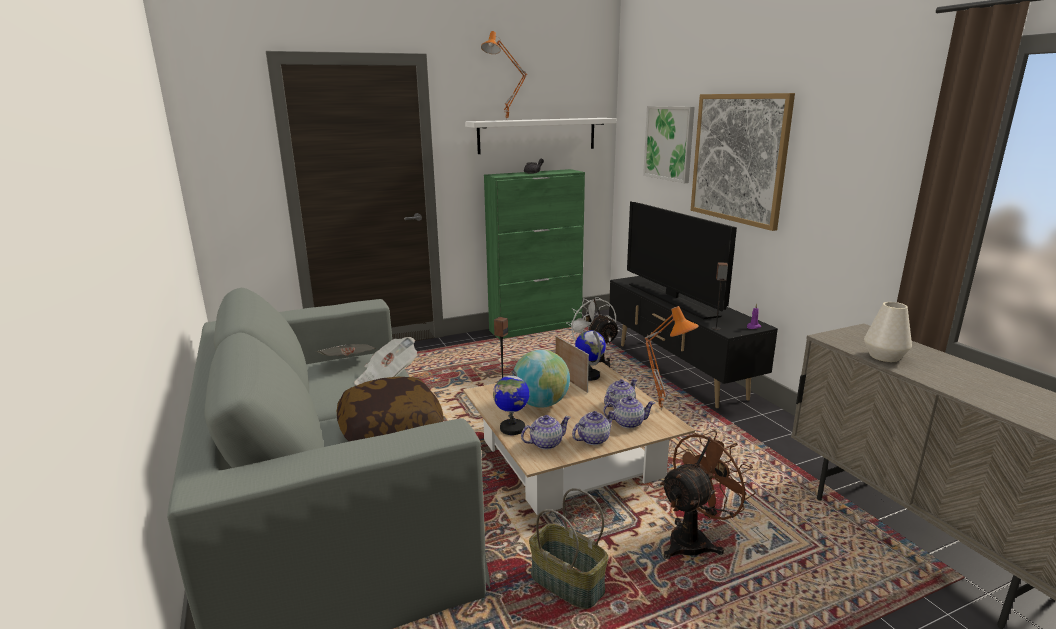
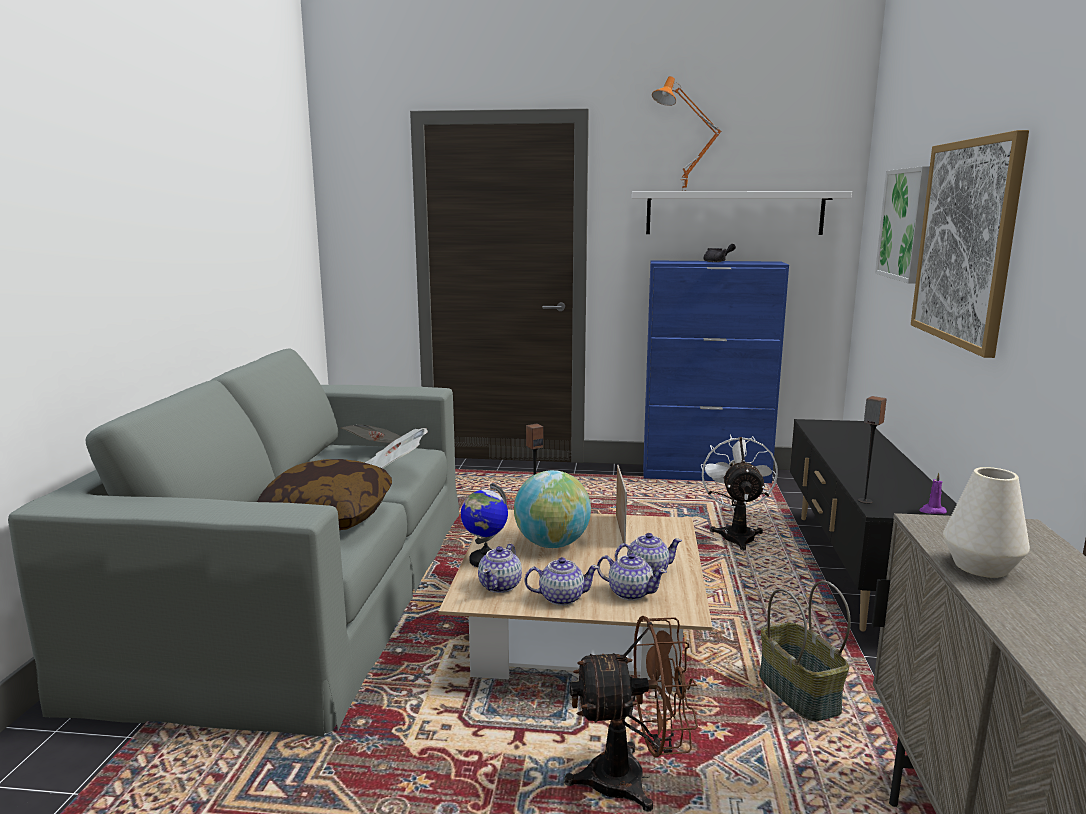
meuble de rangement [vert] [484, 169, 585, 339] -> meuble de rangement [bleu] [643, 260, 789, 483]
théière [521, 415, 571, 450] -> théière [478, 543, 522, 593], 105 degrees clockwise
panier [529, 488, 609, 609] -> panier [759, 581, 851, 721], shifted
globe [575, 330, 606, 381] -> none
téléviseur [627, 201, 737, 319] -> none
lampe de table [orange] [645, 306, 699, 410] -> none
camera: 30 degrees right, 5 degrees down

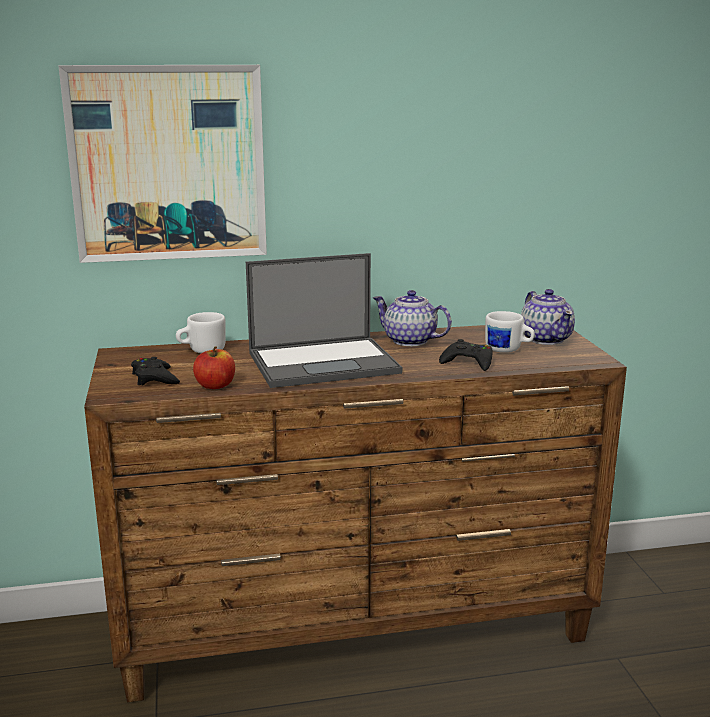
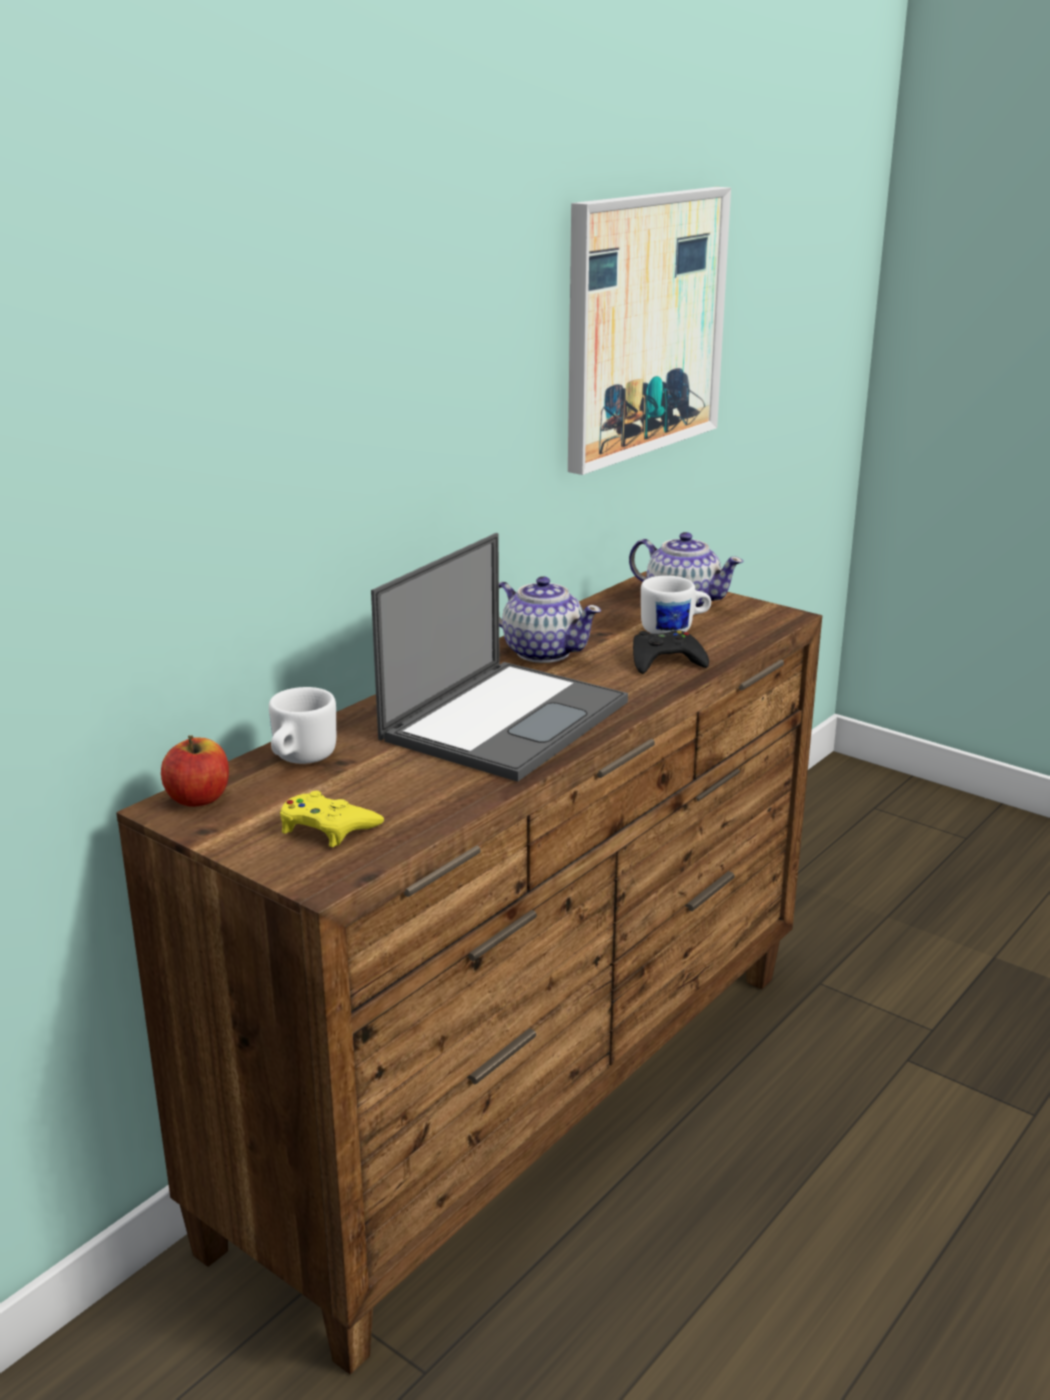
tableau [59, 65, 267, 263] -> tableau [568, 187, 731, 475], shifted
manette [noir] [131, 357, 180, 385] -> manette [jaune] [280, 791, 384, 847]
pomme [193, 347, 235, 389] -> pomme [161, 735, 229, 807], shifted
théière [373, 290, 452, 346] -> théière [499, 576, 601, 663], 135 degrees counterclockwise
camera: 40 degrees left, 5 degrees up

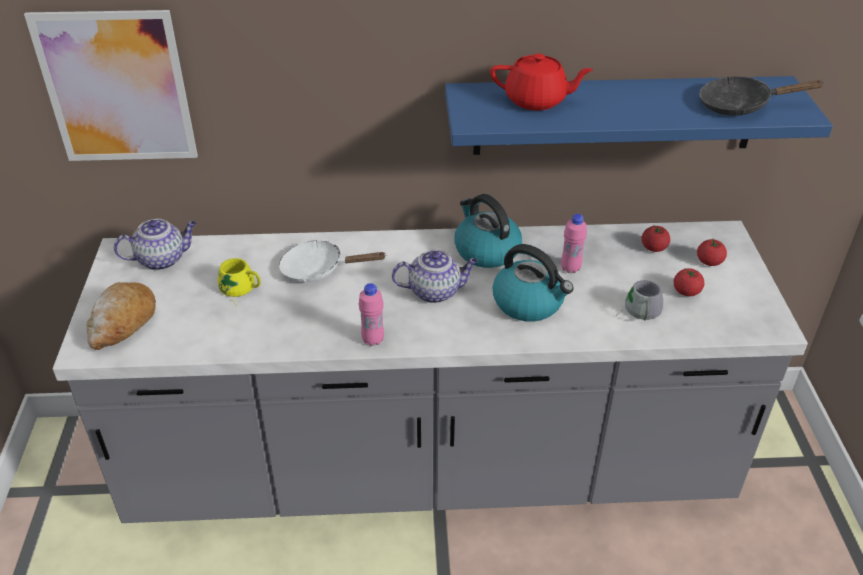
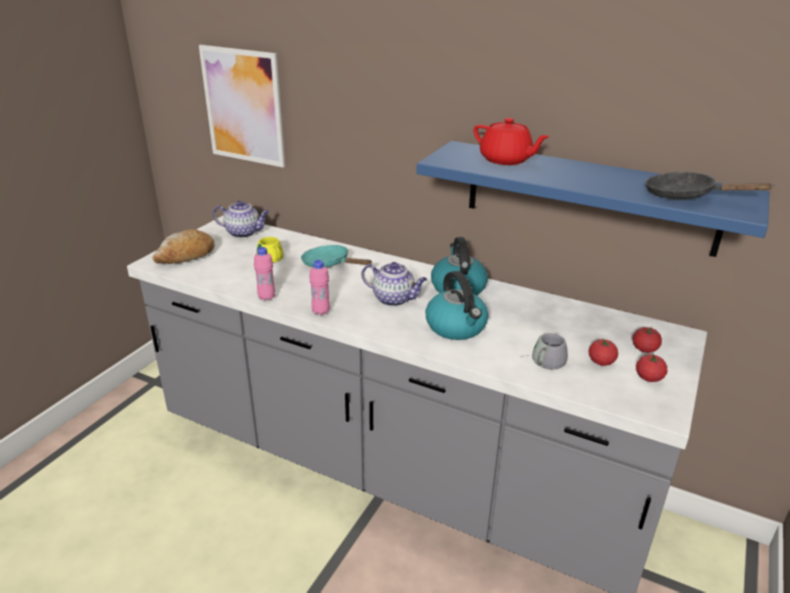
poêle [blanc] [279, 240, 387, 283] -> poêle [turquoise] [301, 245, 372, 267]
bouteille [rose] [561, 214, 587, 273] -> bouteille [rose] [254, 247, 275, 301], shifted
tomate [642, 226, 670, 252] -> tomate [636, 354, 667, 382], shifted
camera: 30 degrees right, 10 degrees down

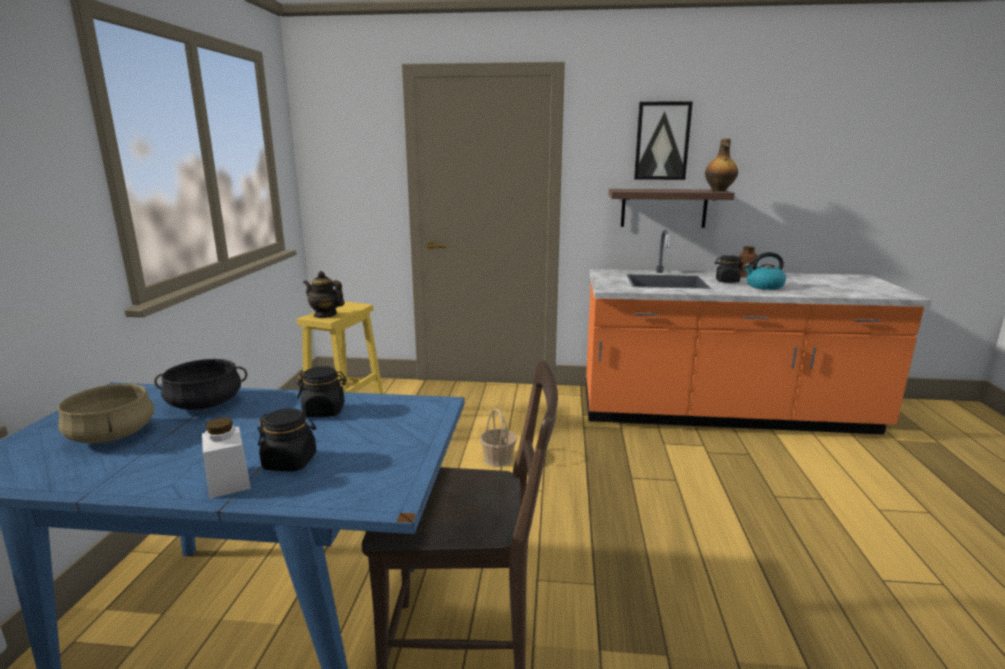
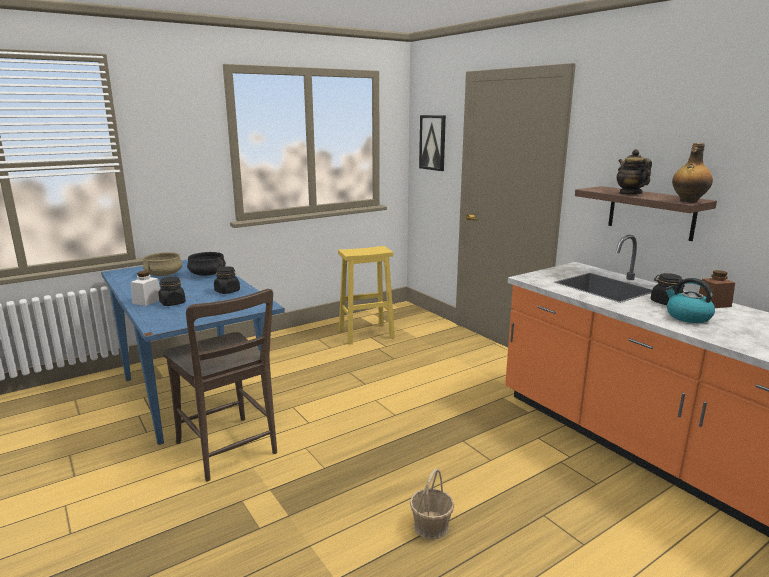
théière [303, 271, 345, 318] -> théière [616, 149, 652, 195], shifted
panier [480, 408, 517, 467] -> panier [410, 468, 454, 539], shifted
tableau [634, 101, 693, 180] -> tableau [419, 115, 446, 171], shifted
camera: 50 degrees right, 0 degrees up

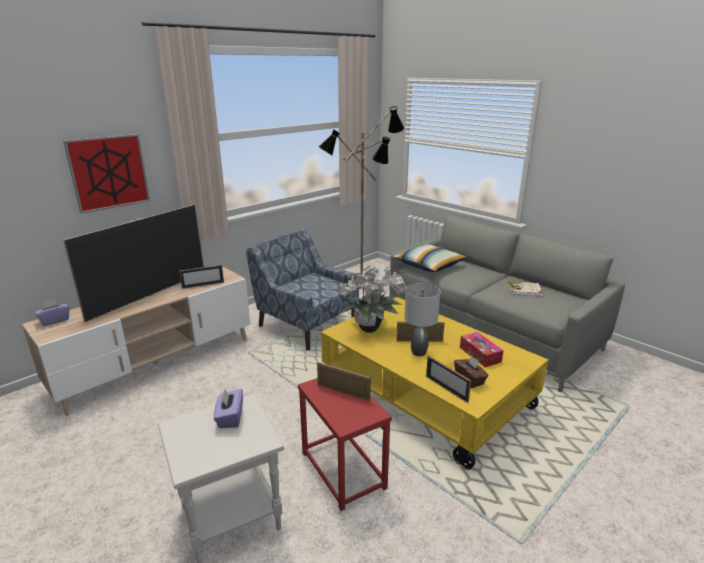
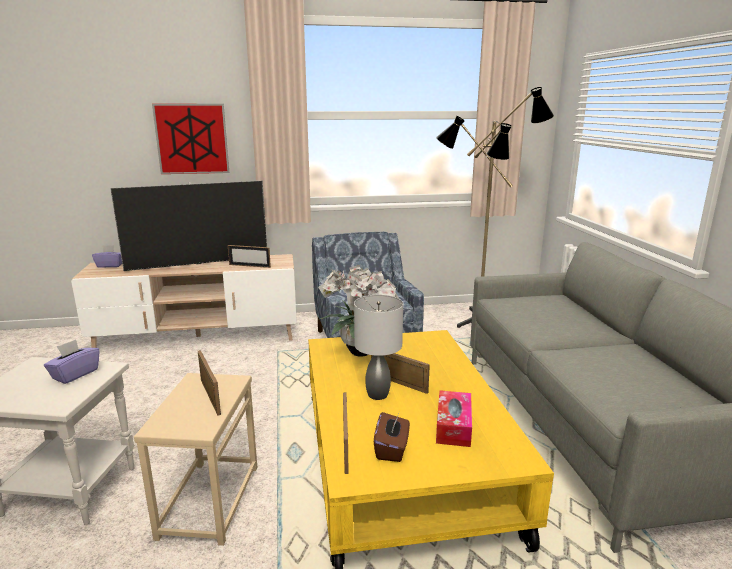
table d'appoint [rouge] [298, 369, 392, 511] -> table d'appoint [beige] [134, 373, 257, 546]
coussin [394, 244, 467, 272] -> none
livre [507, 281, 543, 296] -> none
camera: 35 degrees right, 5 degrees down

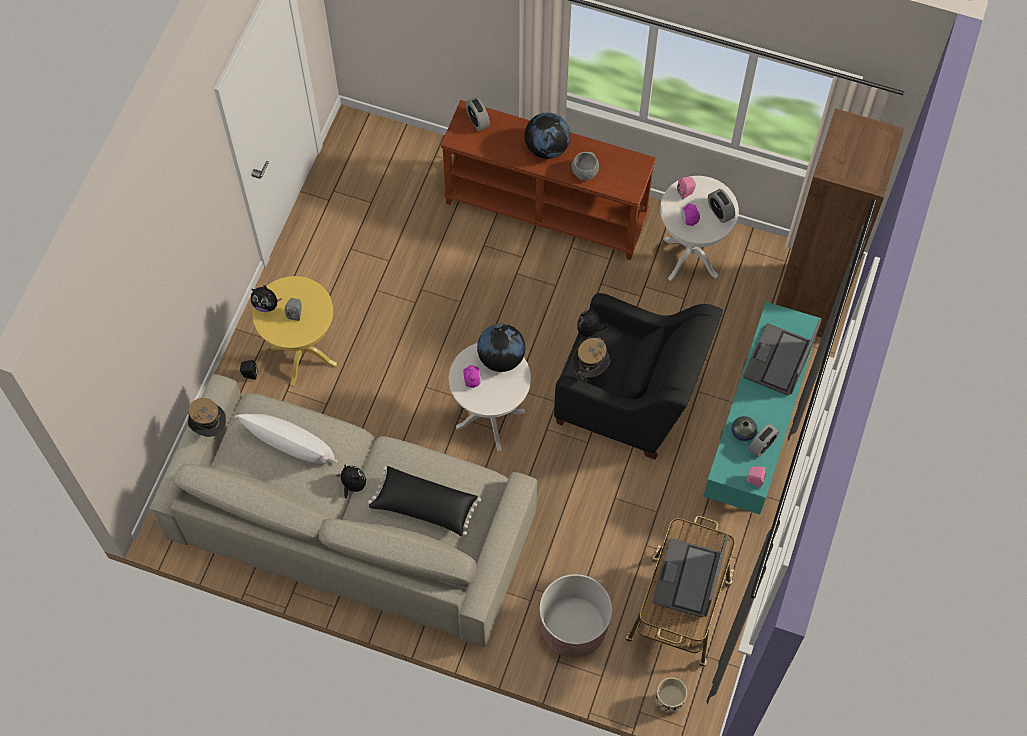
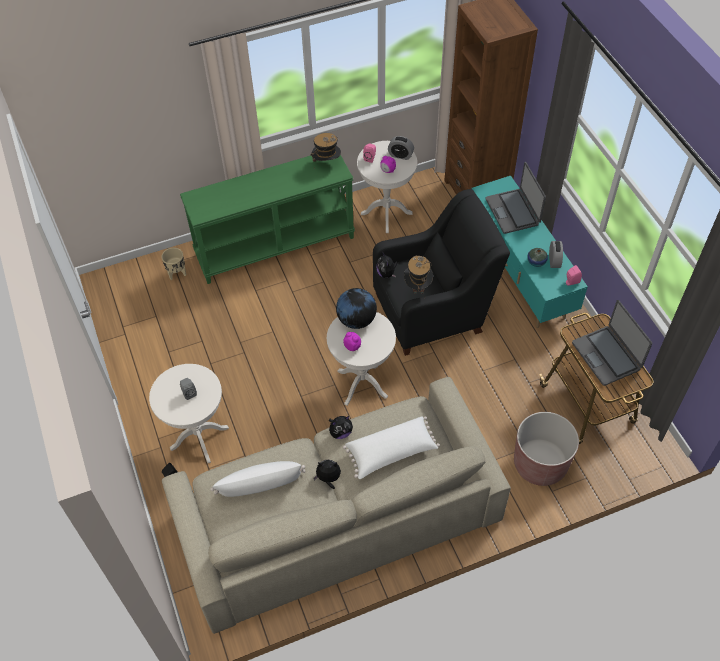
chapeau [188, 398, 226, 437] -> chapeau [310, 133, 341, 169], shifted
peluche [251, 285, 282, 312] -> peluche [329, 416, 353, 439], shifted
table d'appoint [jaune] [252, 276, 337, 387] -> table d'appoint [blanc] [149, 364, 229, 463]
coussin [noir] [368, 466, 481, 536] -> coussin [blanc] [343, 416, 440, 479]
table console [marron] [441, 100, 656, 260] -> table console [vert] [180, 155, 355, 284]
réveil [466, 97, 490, 131] -> none
globe [525, 113, 570, 159] -> none
bol [gris] [572, 152, 599, 180] -> none
cache-pot [beige] [656, 677, 687, 714] -> cache-pot [beige] [161, 248, 186, 280], shifted
camera: 40 degrees left, 10 degrees down

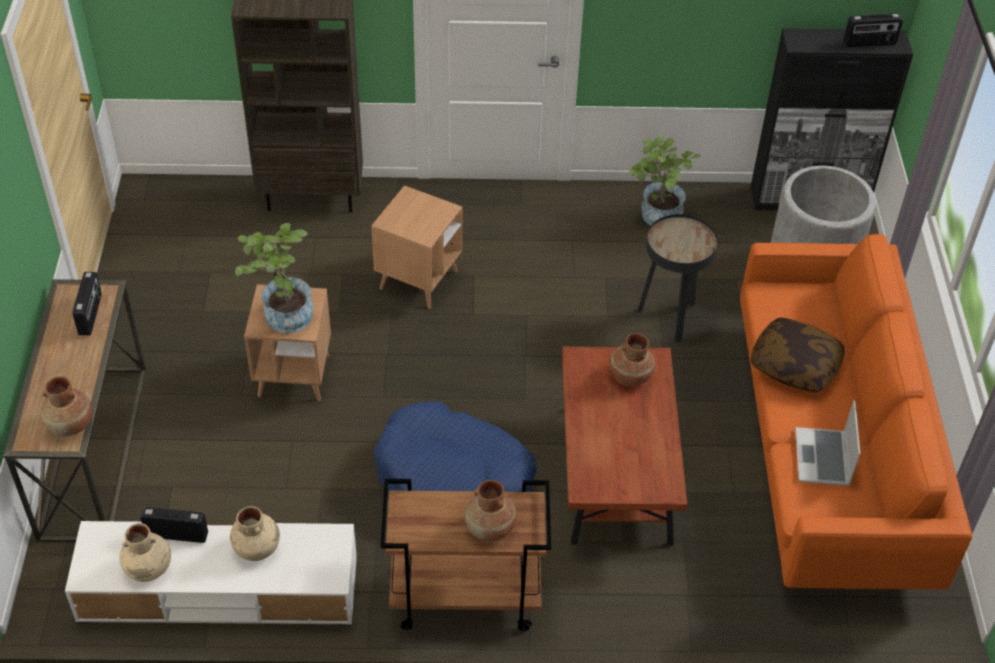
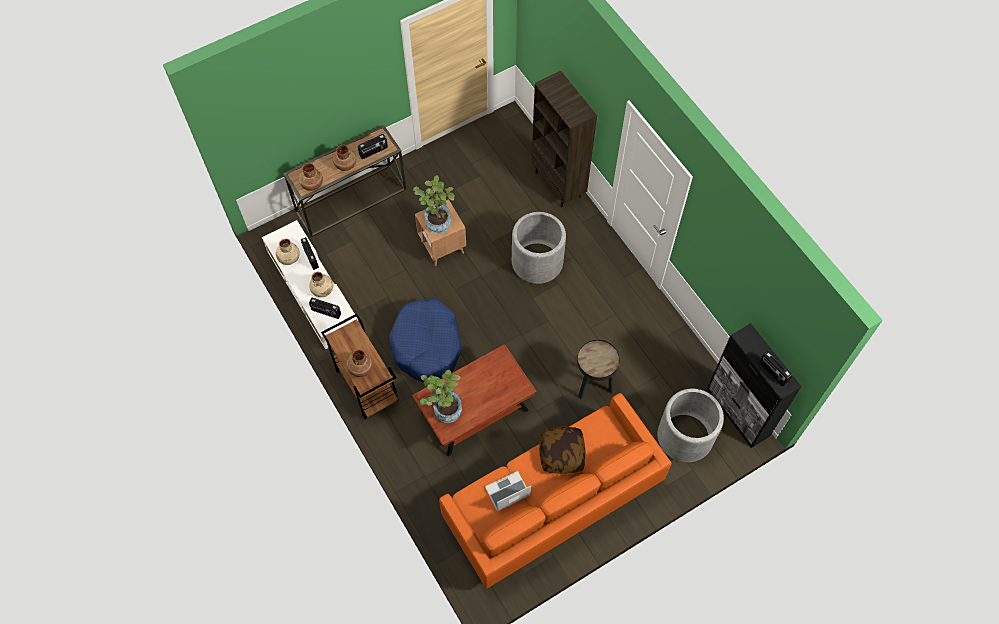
table d'appoint [marron] [371, 185, 462, 309] -> cache-pot [gris] [512, 212, 566, 284]
vase [marron] [609, 333, 655, 386] -> vase [marron] [333, 145, 356, 171], shifted
plante en pot [629, 136, 701, 226] -> plante en pot [420, 370, 462, 423], shifted
none -> radio [309, 298, 341, 319]
camera: 60 degrees right, 15 degrees up

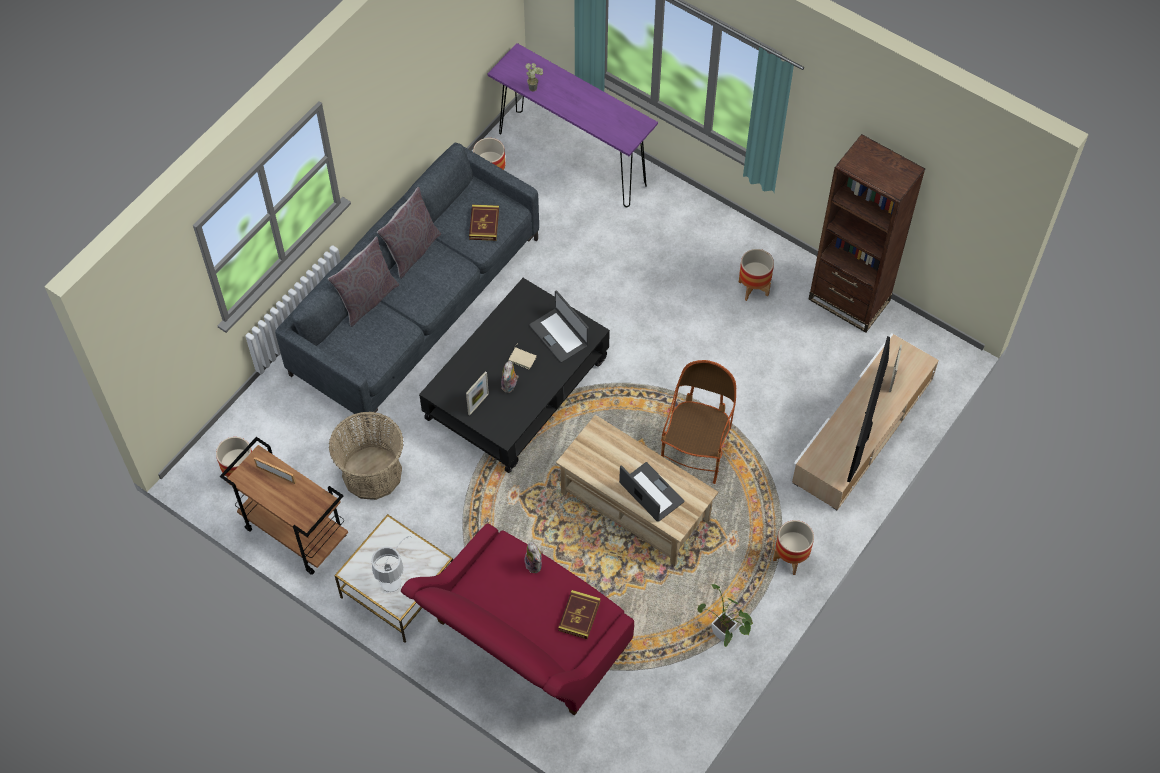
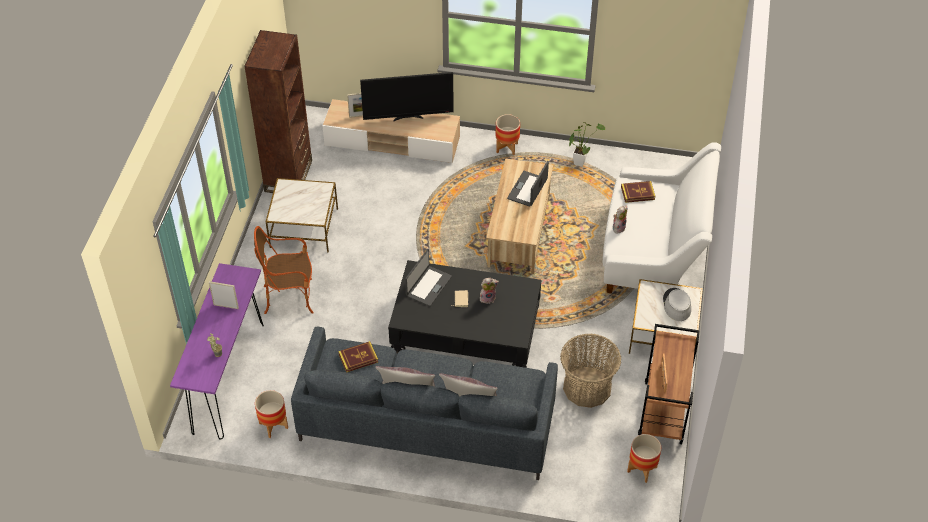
lampe de table [blanc] [371, 536, 412, 592] -> chapeau [gris] [663, 288, 691, 321]
canapé [rouge] [401, 523, 634, 716] -> canapé [blanc] [603, 142, 721, 293]
cadre photo [466, 371, 489, 416] -> cadre photo [209, 281, 239, 309], shifted
fauteuil [661, 360, 736, 484] -> fauteuil [254, 226, 314, 314], shifted
cache-pot [739, 249, 774, 301] -> table d'appoint [266, 178, 338, 253]
camera: 115 degrees left, 10 degrees down

